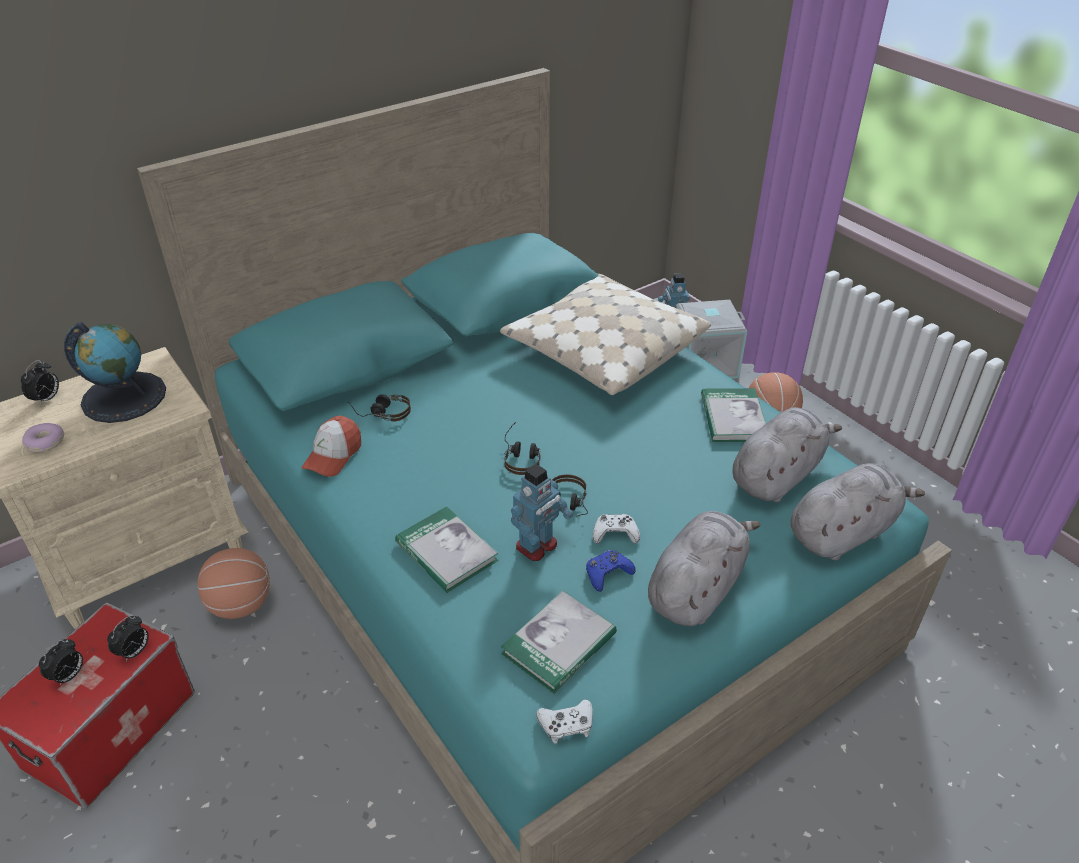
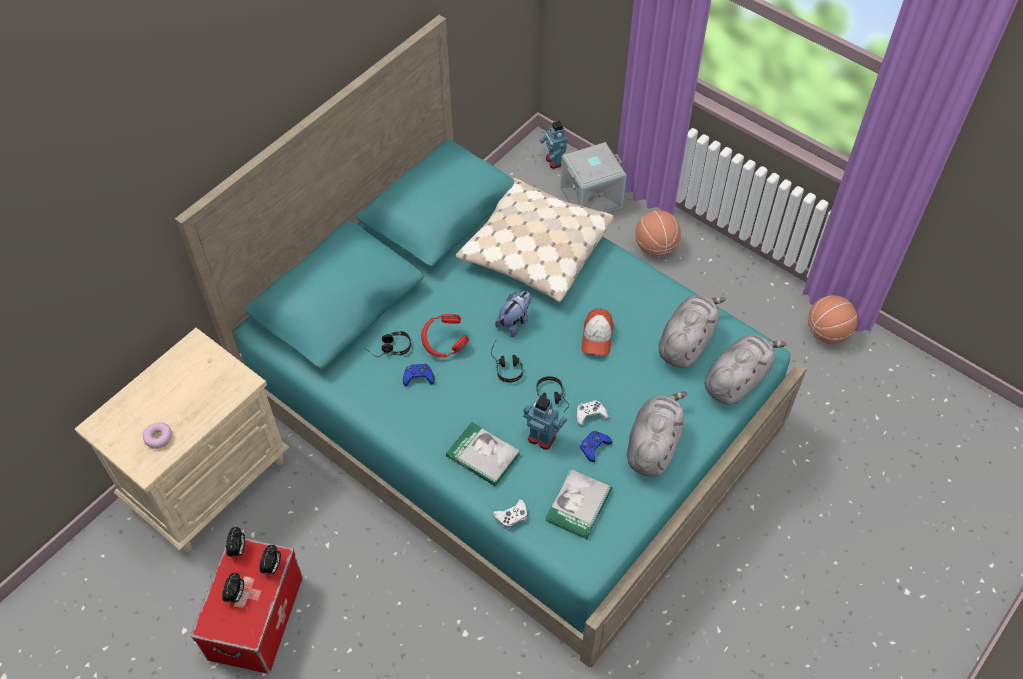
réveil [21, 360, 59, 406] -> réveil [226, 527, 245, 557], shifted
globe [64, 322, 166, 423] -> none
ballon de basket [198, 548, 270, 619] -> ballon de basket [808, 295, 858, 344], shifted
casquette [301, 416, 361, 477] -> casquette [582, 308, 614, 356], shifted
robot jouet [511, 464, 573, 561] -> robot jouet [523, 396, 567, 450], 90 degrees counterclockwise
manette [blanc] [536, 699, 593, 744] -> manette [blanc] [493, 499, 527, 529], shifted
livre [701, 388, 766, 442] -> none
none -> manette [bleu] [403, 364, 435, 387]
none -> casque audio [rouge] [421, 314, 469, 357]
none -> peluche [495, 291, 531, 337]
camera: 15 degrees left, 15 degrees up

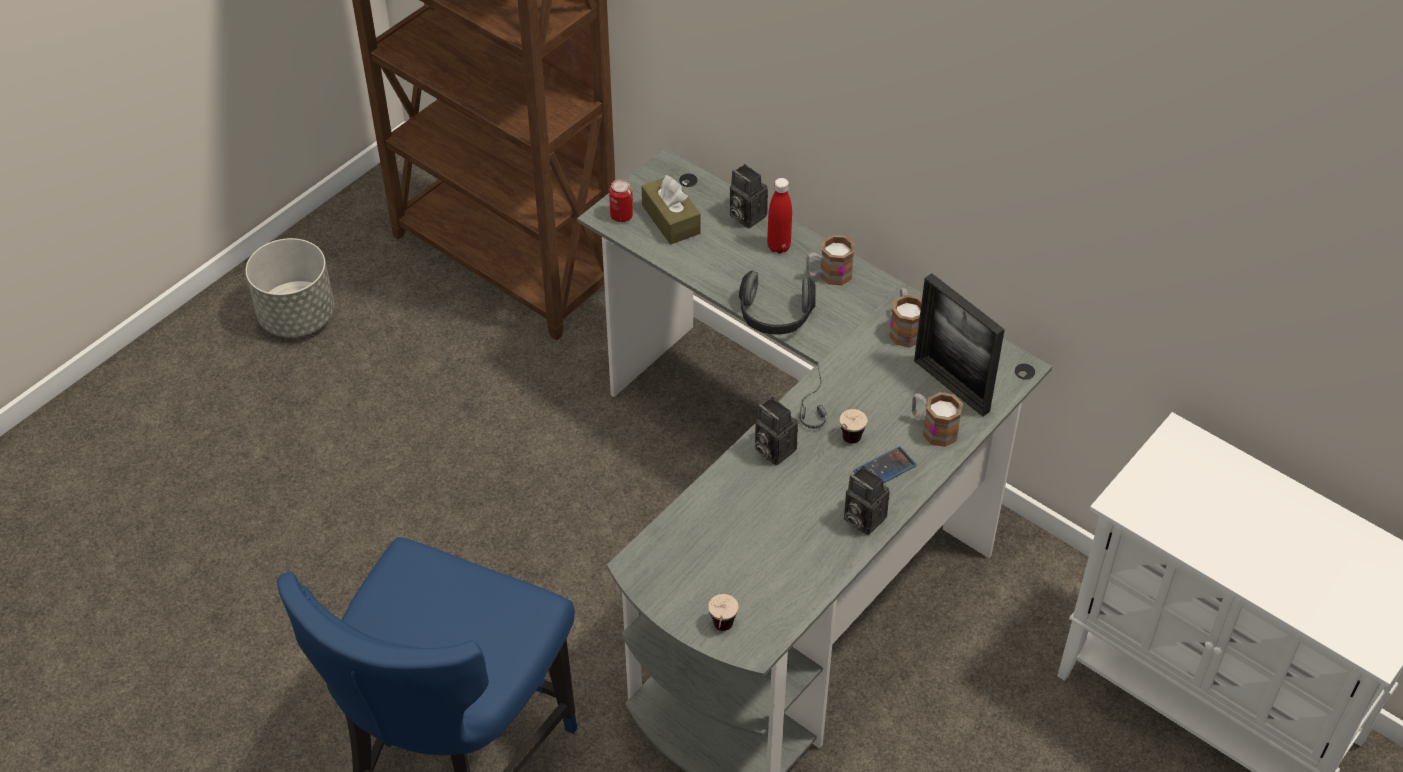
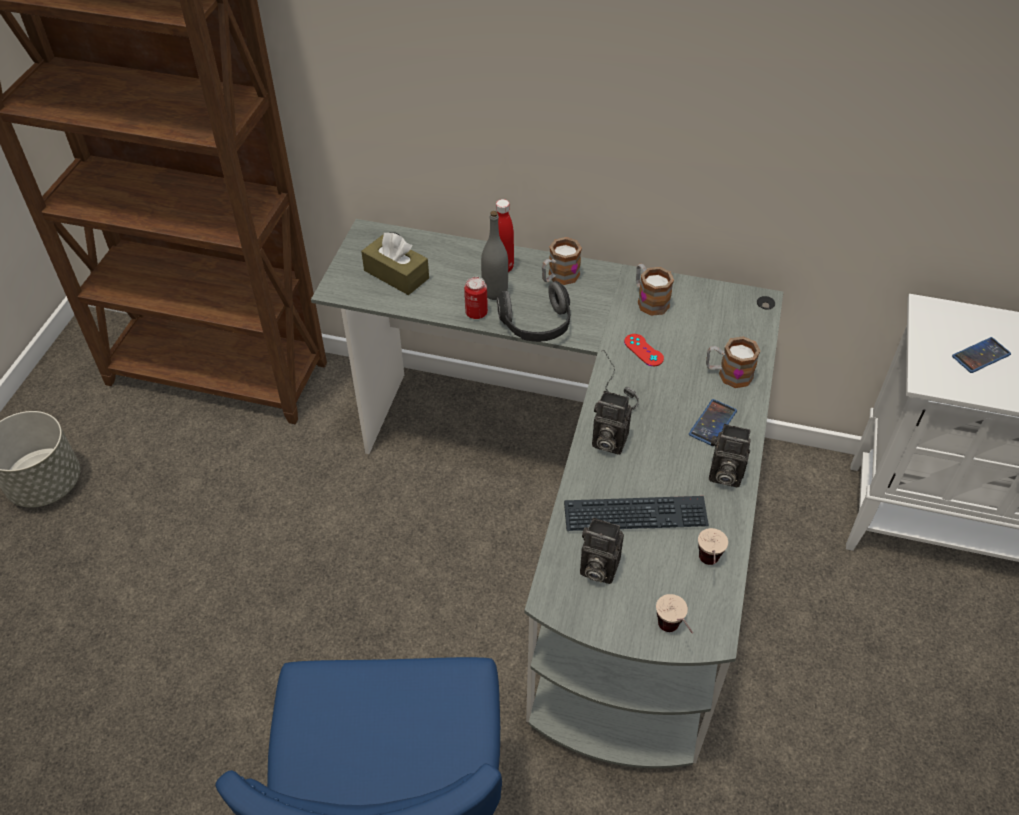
boîte métallique [609, 179, 633, 222] -> boîte métallique [464, 277, 488, 319], shifted
appareil photo [729, 164, 768, 228] -> appareil photo [580, 517, 624, 584], shifted
tasse [835, 409, 868, 444] -> tasse [698, 528, 728, 565], shifted
cadre photo [914, 273, 1005, 417] -> none
none -> bouteille [gris] [481, 211, 508, 300]
none -> clavier [564, 496, 709, 531]
none -> manette [rouge] [624, 334, 664, 366]
none -> téléphone [952, 337, 1011, 373]
camera: 25 degrees left, 0 degrees up

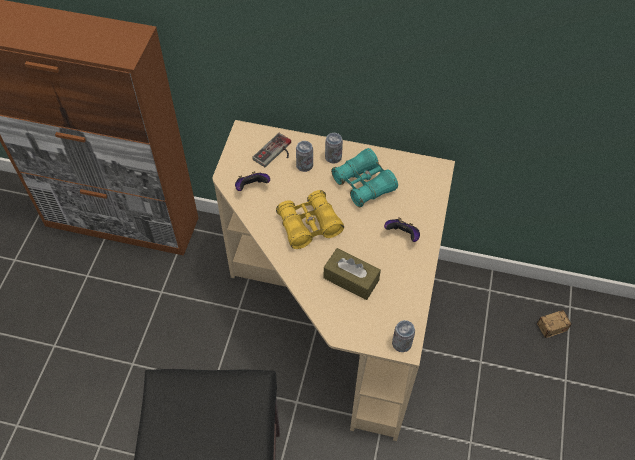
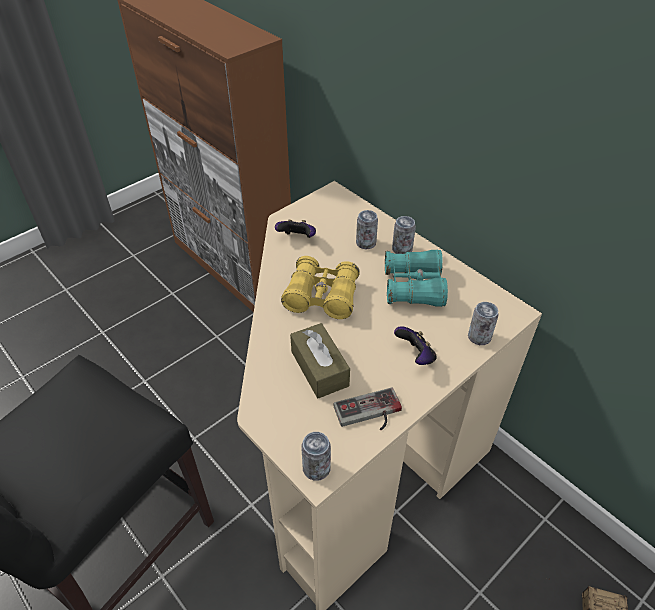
manette [252, 133, 291, 167] -> manette [333, 387, 402, 430], shifted
none -> boîte métallique [468, 302, 499, 345]
camera: 35 degrees right, 10 degrees down

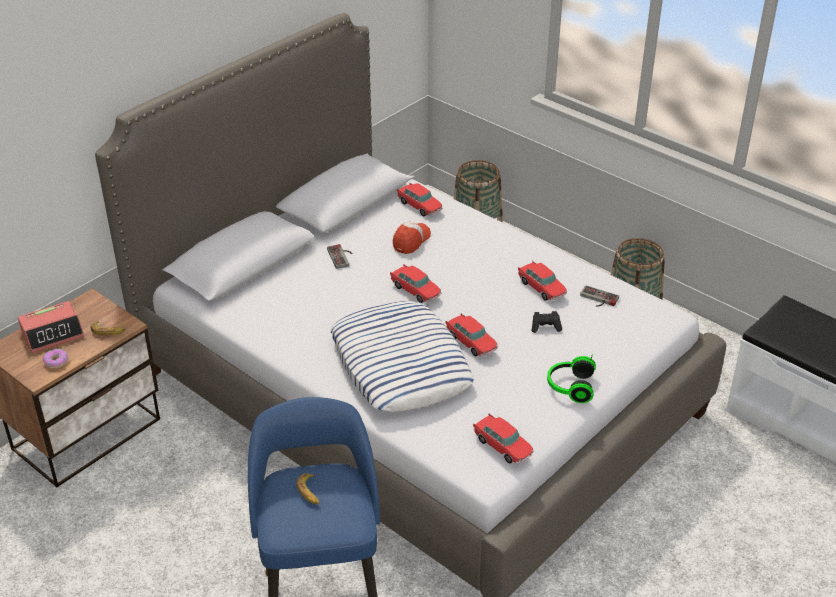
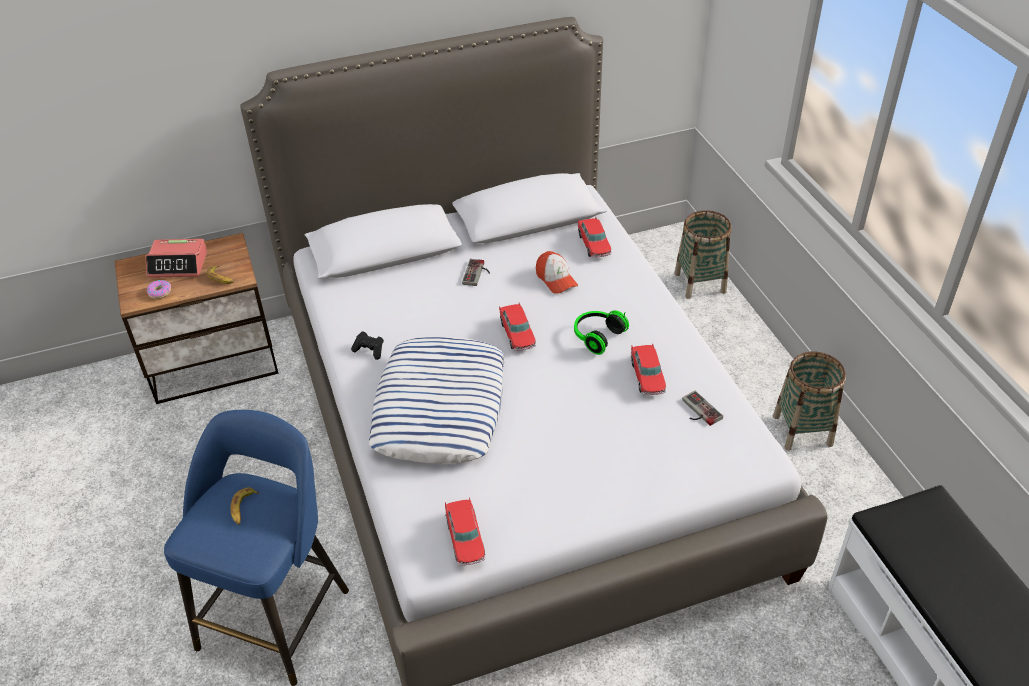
casquette [393, 222, 431, 254] -> casquette [536, 251, 578, 294], 90 degrees clockwise
petite voiture [446, 313, 498, 356] -> none
manette [noir] [532, 311, 562, 333] -> manette [noir] [351, 332, 384, 360], shifted
casque audio [547, 354, 596, 403] -> casque audio [574, 310, 629, 355], shifted
camera: 30 degrees right, 5 degrees up

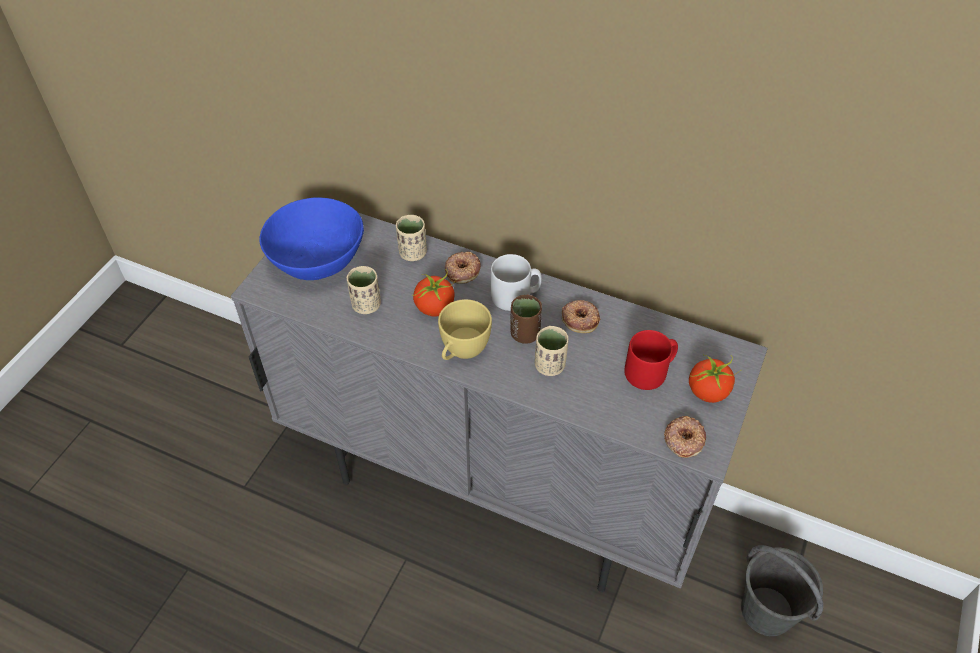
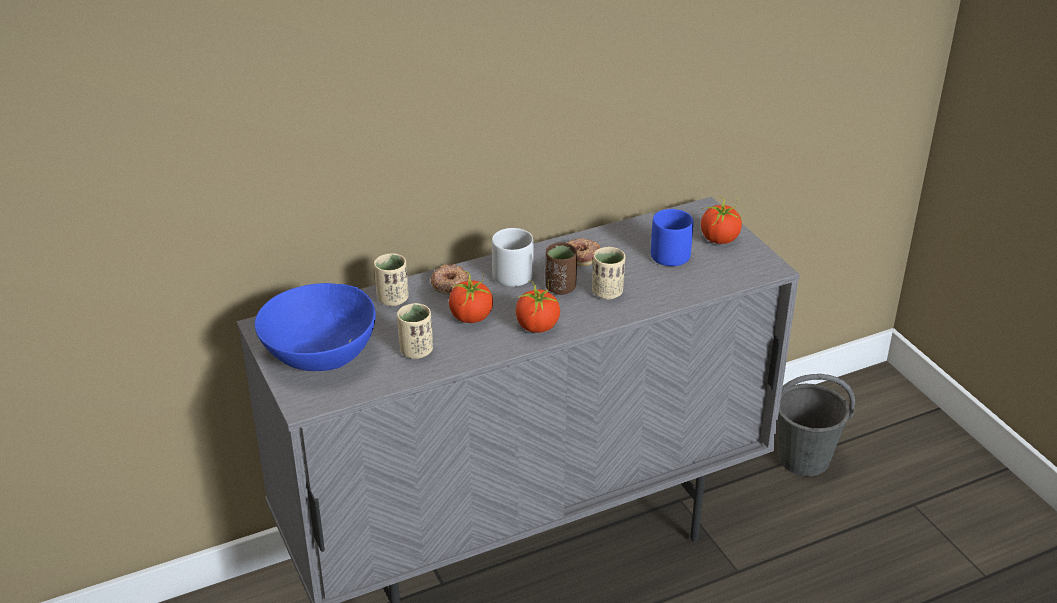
tasse [jaune] [438, 299, 492, 360] -> tomate [515, 281, 560, 333]
mug [rouge] [624, 330, 678, 390] -> mug [bleu] [651, 209, 694, 266]
beignet [664, 416, 706, 458] -> none
camera: 50 degrees left, 15 degrees down

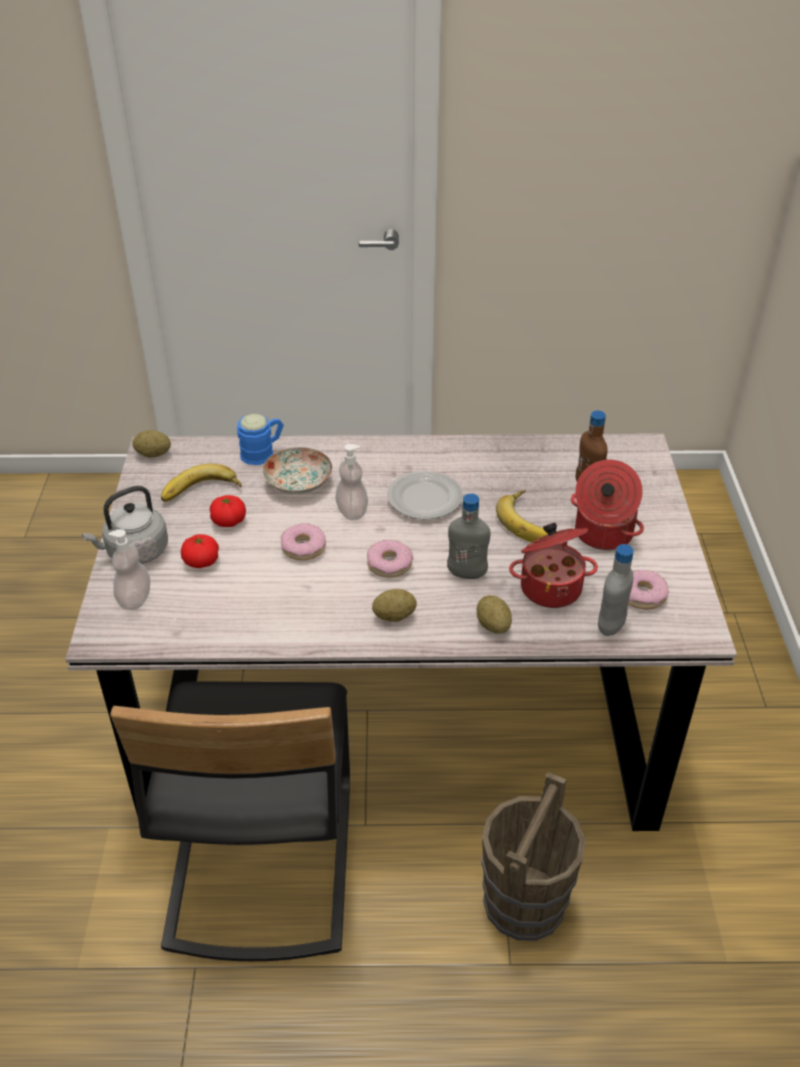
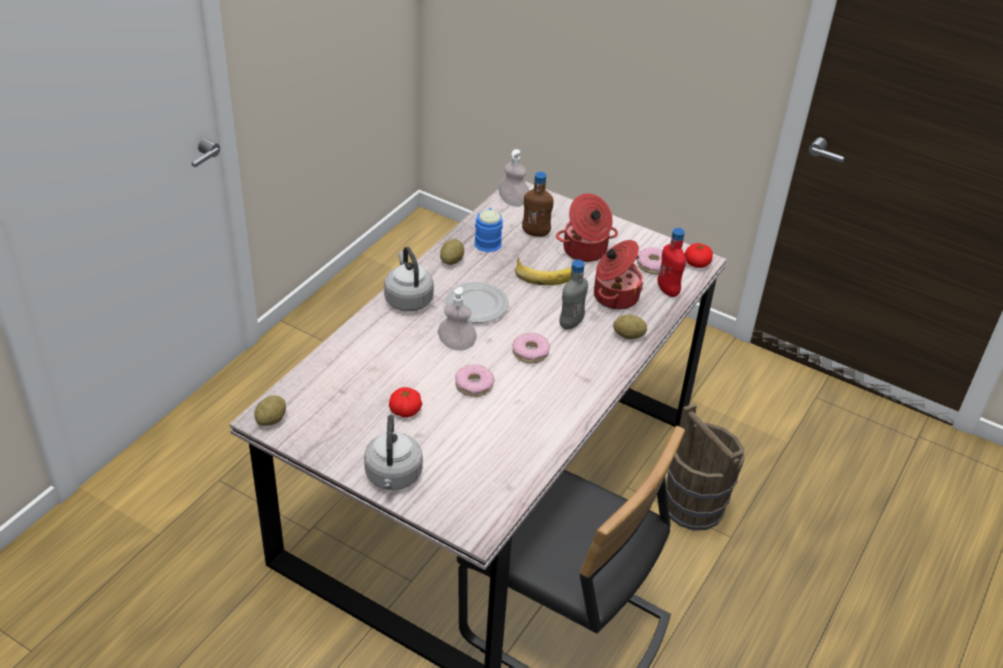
distributeur de savon [108, 529, 150, 610] -> distributeur de savon [498, 149, 529, 207], shifted
banane [161, 464, 242, 502] -> none
tomate [181, 534, 219, 568] -> tomate [685, 243, 713, 268], shifted
mug [bleu] [237, 414, 284, 465] -> mug [bleu] [474, 208, 503, 252], shifted
assiette [263, 447, 332, 494] -> none
pomme de terre [372, 589, 417, 622] -> pomme de terre [440, 239, 464, 265], shifted
bouteille [gris] [598, 544, 634, 636] -> bouteille [rouge] [658, 228, 686, 297]
none -> bouilloire [gris] [384, 247, 434, 311]
camera: 60 degrees left, 0 degrees up

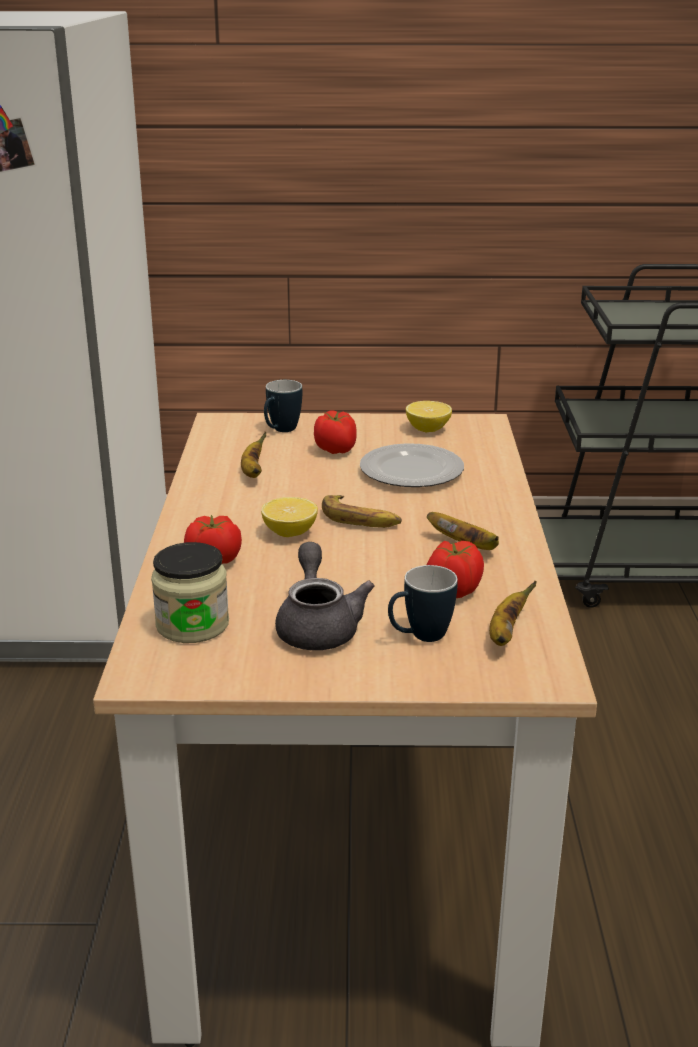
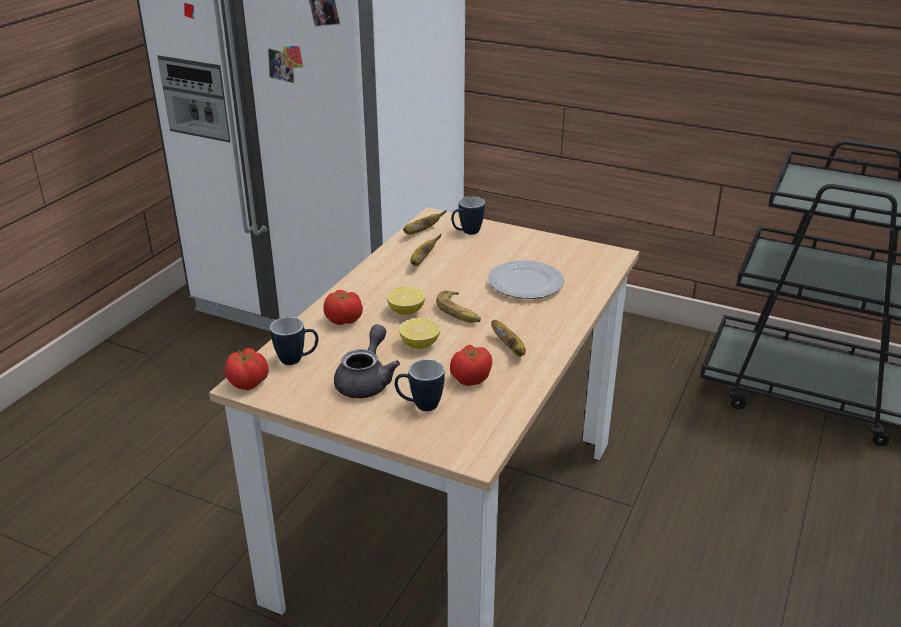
bocal [151, 542, 229, 643] -> mug [270, 317, 318, 365]
tomate [314, 411, 357, 454] -> tomate [225, 348, 269, 390], shifted
citron [406, 401, 452, 432] -> citron [399, 318, 440, 349], shifted
banane [489, 580, 537, 646] -> banane [403, 210, 447, 234], shifted
camera: 25 degrees right, 5 degrees up

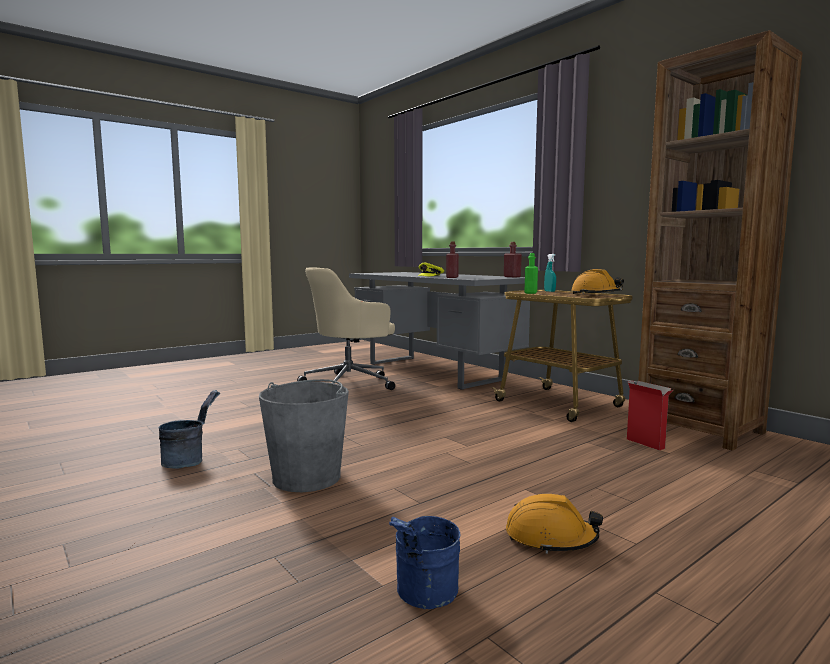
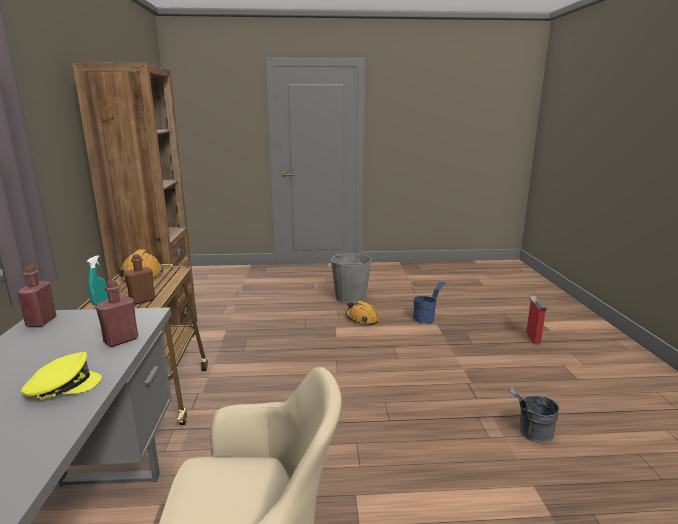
seau [gris] [259, 379, 349, 492] -> seau [gris] [331, 252, 371, 304], shifted
bouteille [vert] [525, 253, 538, 294] -> bouteille [marron] [124, 254, 155, 305]
carton [627, 381, 673, 450] -> carton [526, 296, 549, 345], shifted
camera: 145 degrees left, 10 degrees up

